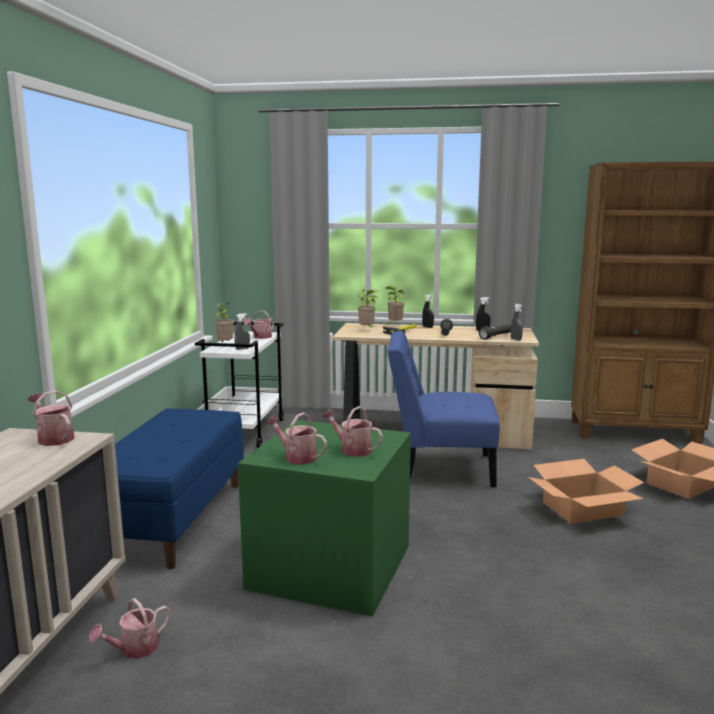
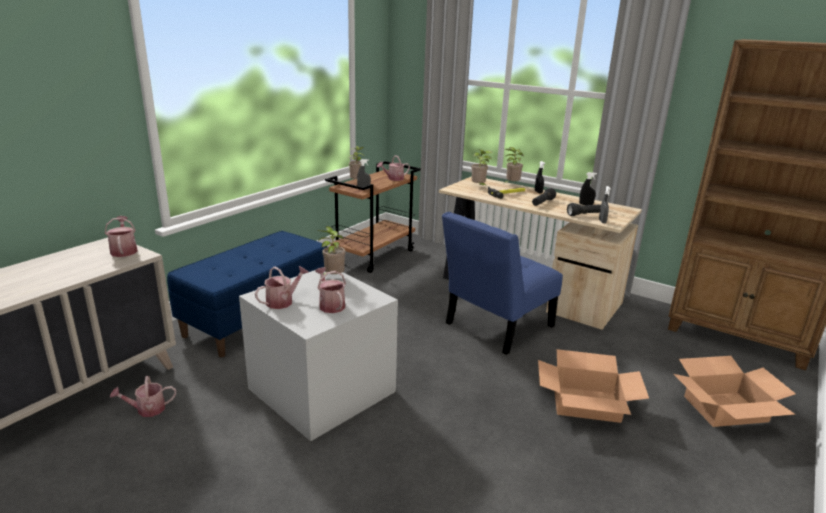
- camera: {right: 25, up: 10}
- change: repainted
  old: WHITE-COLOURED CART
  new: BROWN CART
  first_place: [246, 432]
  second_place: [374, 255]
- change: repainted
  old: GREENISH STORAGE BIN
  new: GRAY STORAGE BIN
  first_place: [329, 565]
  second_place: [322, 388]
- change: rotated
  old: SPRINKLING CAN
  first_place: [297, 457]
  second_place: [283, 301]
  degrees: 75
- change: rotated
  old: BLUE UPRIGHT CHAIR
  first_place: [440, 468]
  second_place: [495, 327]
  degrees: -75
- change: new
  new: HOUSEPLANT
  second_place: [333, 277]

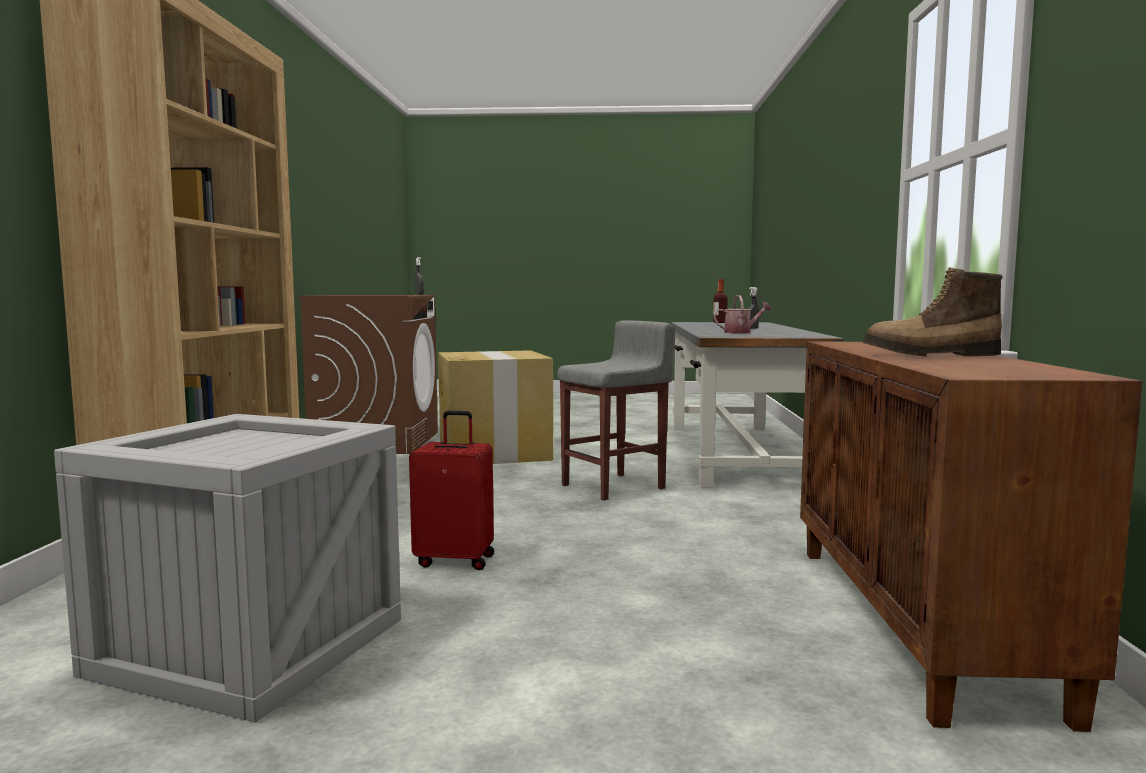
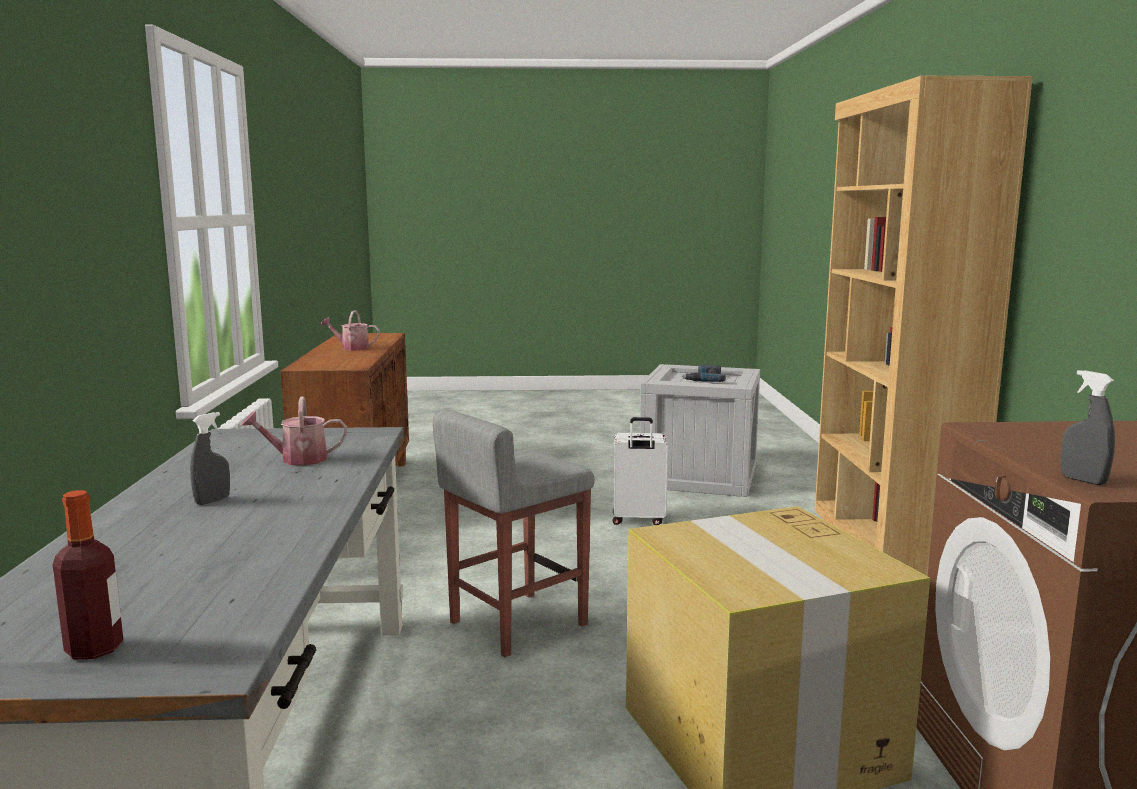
- camera: {right: 175, up: 5}
- change: repainted
  old: RED-COLOURED PIECE OF LUGGAGE
  new: WHITE-COLOURED PIECE OF LUGGAGE
  first_place: [455, 560]
  second_place: [638, 520]
- change: swapped
  old: HIGH-TOP BOOT
  new: SPRINKLING CAN
  first_place: [930, 355]
  second_place: [351, 348]
- change: new
  new: POWER DRILL
  second_place: [704, 379]

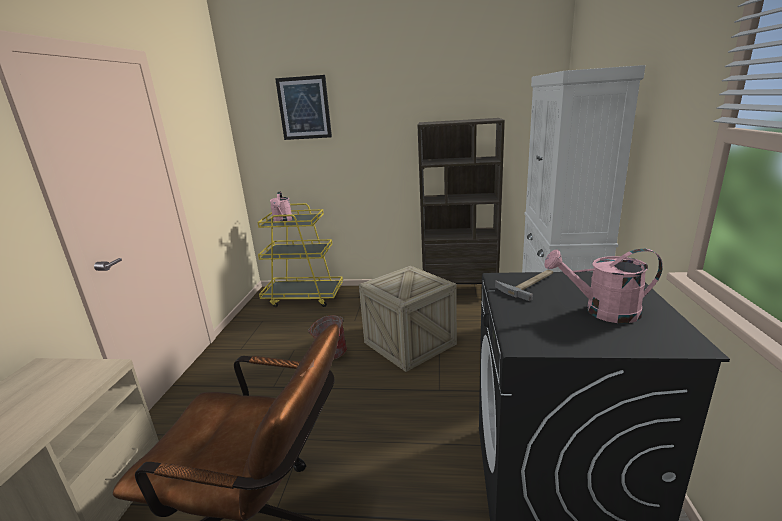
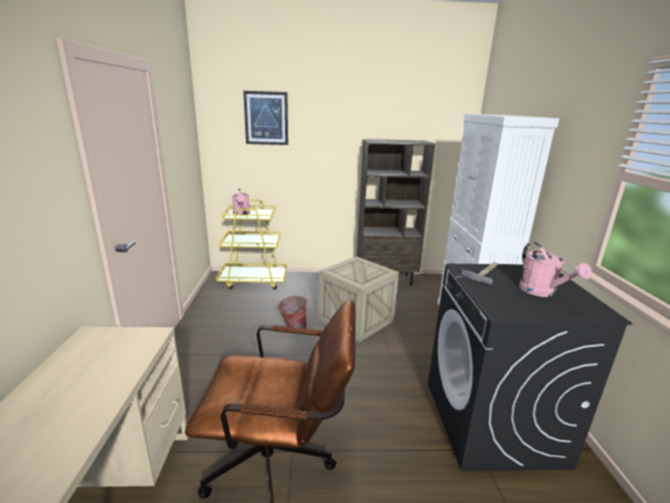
- camera: {right: -10, up: 0}
- change: rotated
  old: PINK SPRINKLING CAN
  first_place: [602, 311]
  second_place: [542, 292]
  degrees: -105

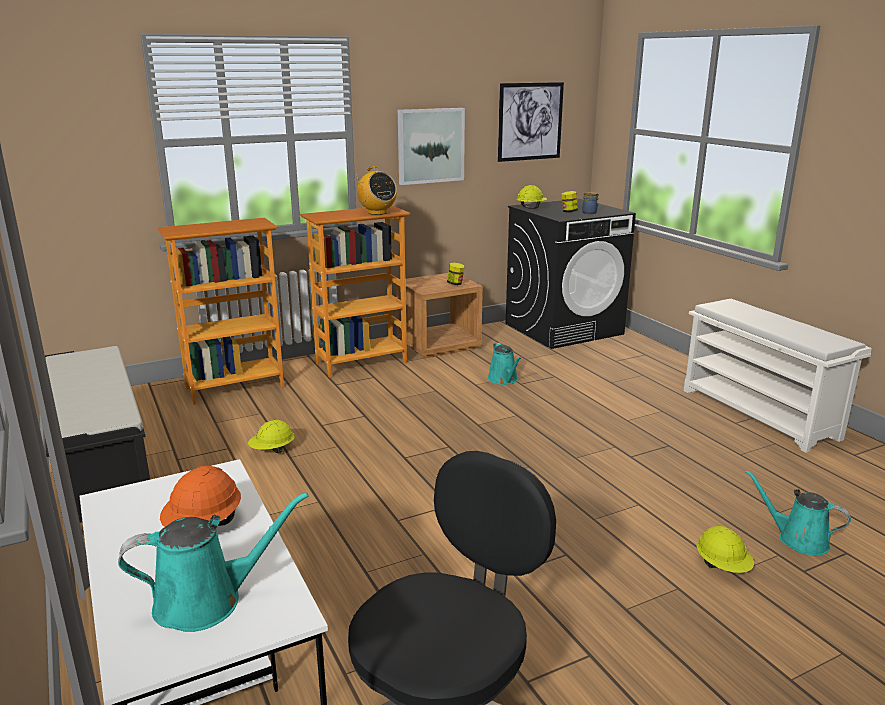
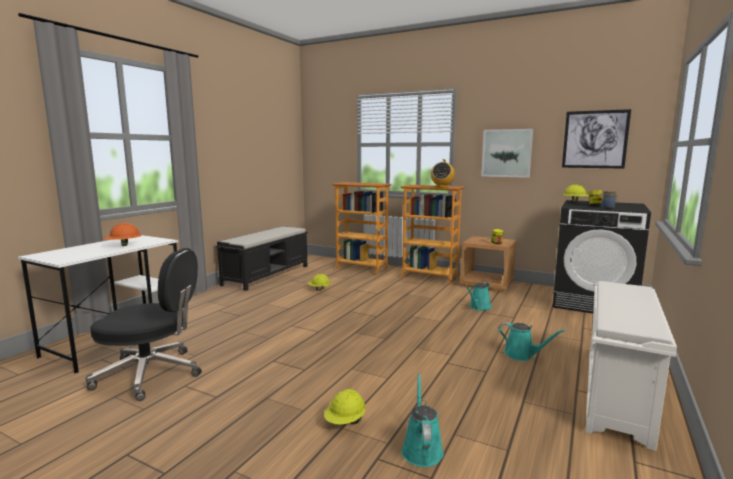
- camera: {right: 55, up: -10}
- change: shifted
  old: TURQUOISE-COLOURED SPRINKLING CAN
  first_place: [207, 601]
  second_place: [522, 355]

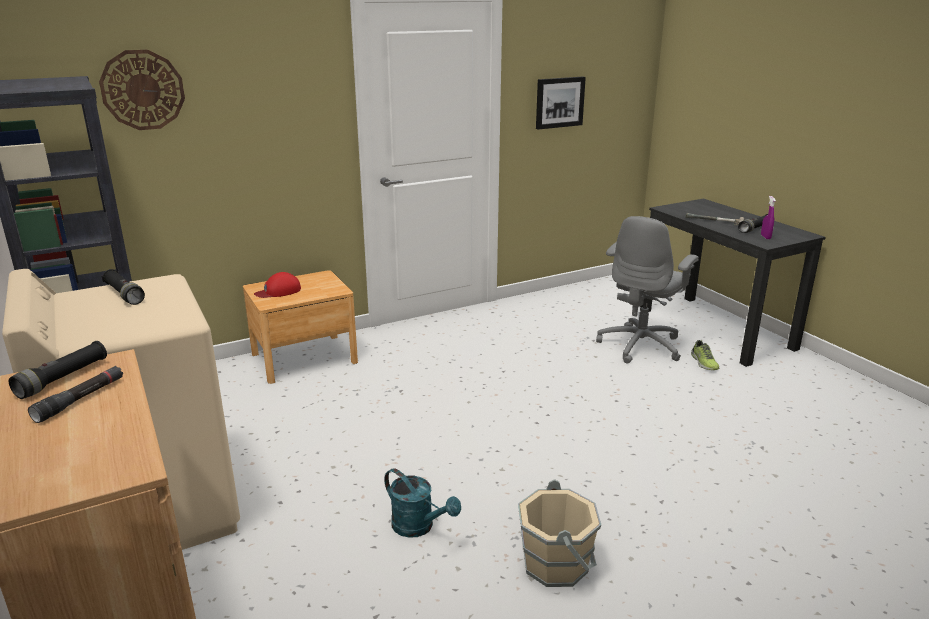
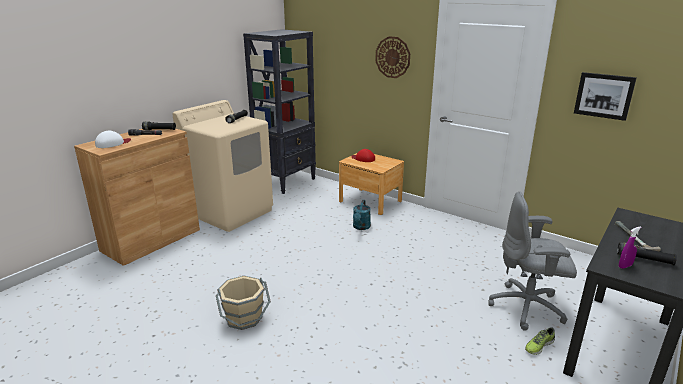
- camera: {right: 65, up: 0}
- change: shifted
  old: HANGING CLOCK
  first_place: [143, 90]
  second_place: [392, 57]
- change: shifted
  old: TURQUOISE-COLOURED SPRINKLING CAN
  first_place: [419, 527]
  second_place: [361, 227]
- change: new
  new: WHITE-COLOURED PEAKED CAP
  second_place: [112, 143]

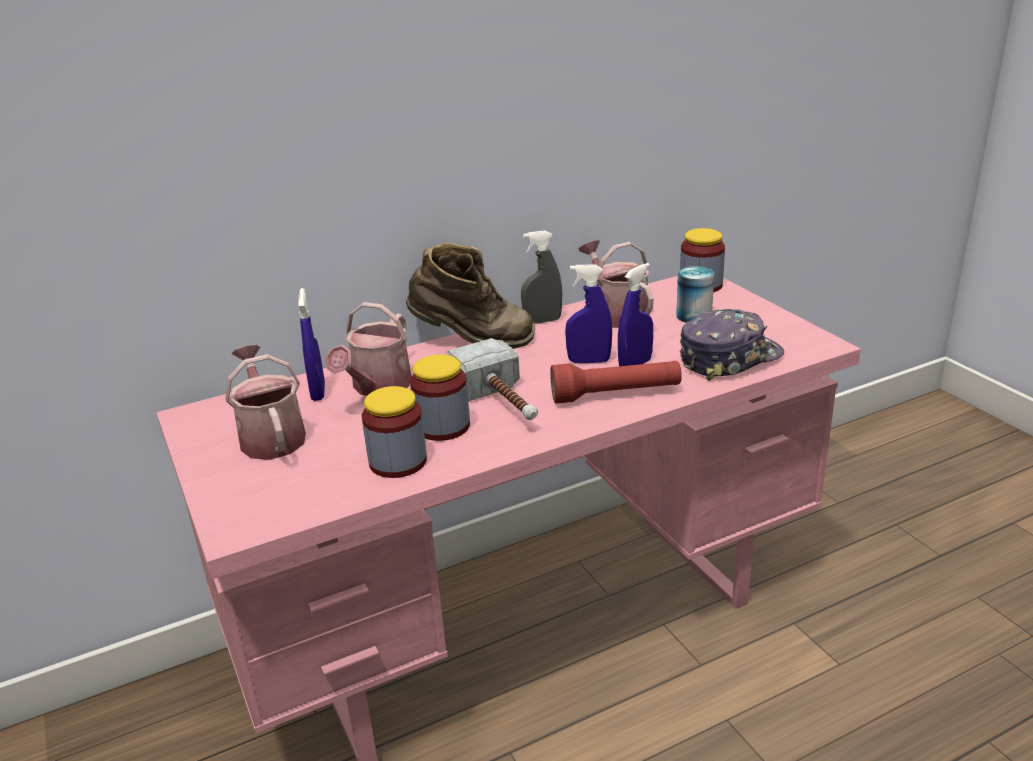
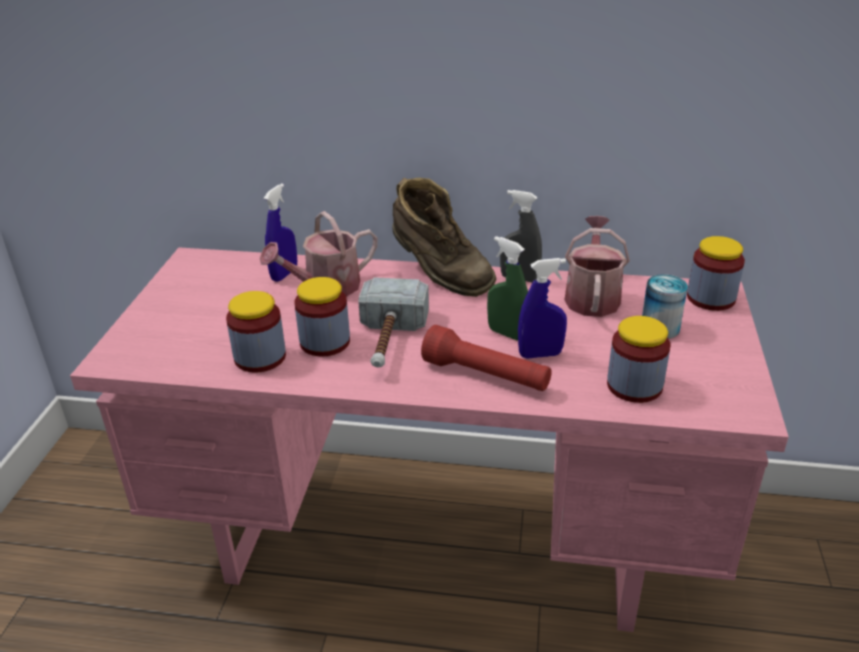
- camera: {right: 35, up: 5}
- change: gone
  old: SPRINKLING CAN
  first_place: [271, 436]
- change: repainted
  old: BLUE HAND SPRAYER
  new: GREENISH HAND SPRAYER
  first_place: [589, 361]
  second_place: [506, 333]
- change: swapped
  old: PEAKED CAP
  new: PRESERVE JAR
  first_place: [729, 358]
  second_place: [634, 386]

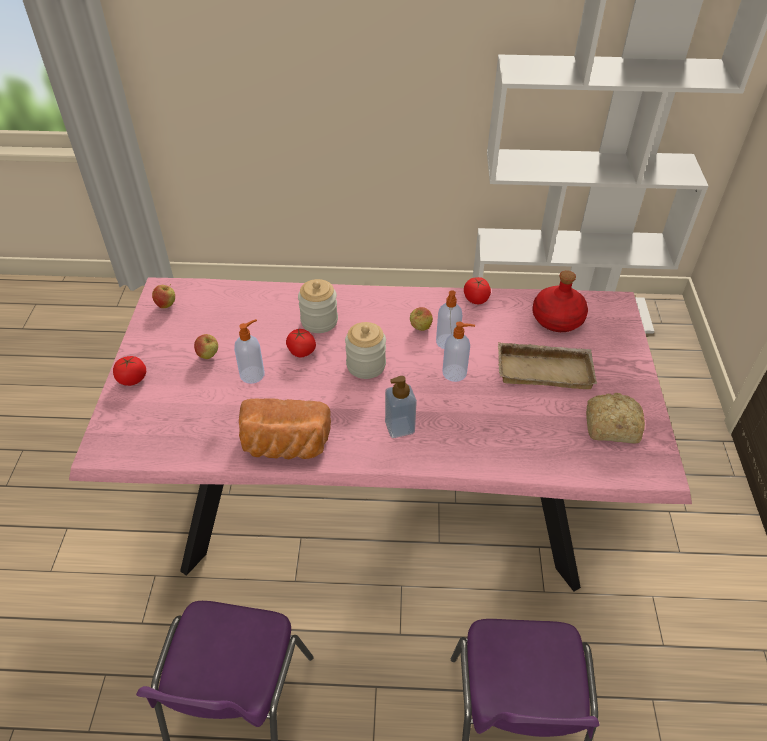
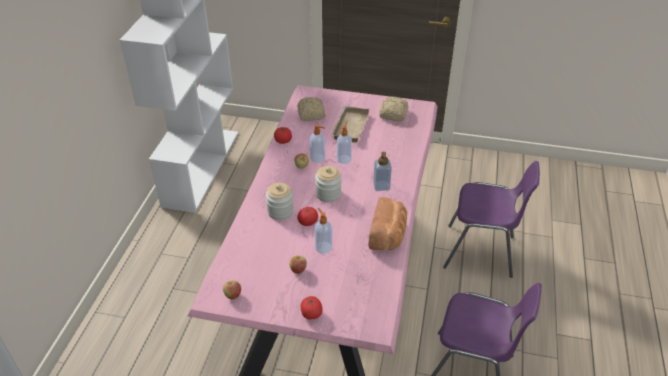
- camera: {right: -80, up: -5}
- change: swapped
  old: RED-COLOURED BEVERAGE BOTTLE
  new: BREAD
  first_place: [556, 319]
  second_place: [311, 115]

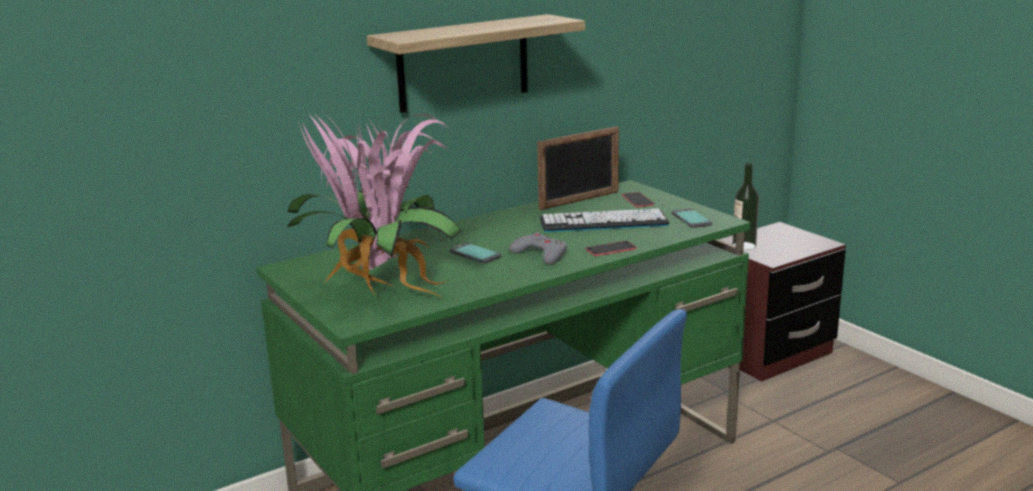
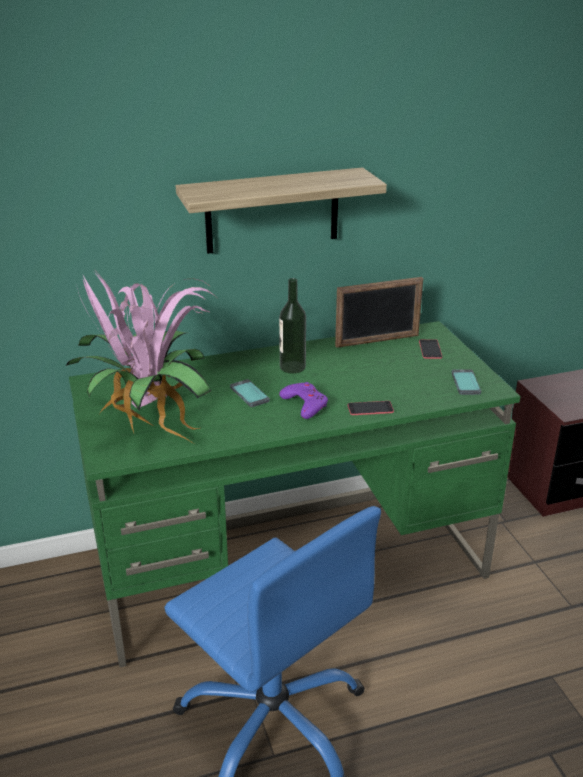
- camera: {right: 15, up: 10}
- change: repainted
  old: GRAY GAMEPAD
  new: PURPLISH GAMEPAD
  first_place: [540, 254]
  second_place: [305, 404]
- change: gone
  old: PC KEYBOARD
  first_place: [603, 222]
- change: shifted
  old: BEVERAGE BOTTLE
  first_place: [744, 246]
  second_place: [292, 367]

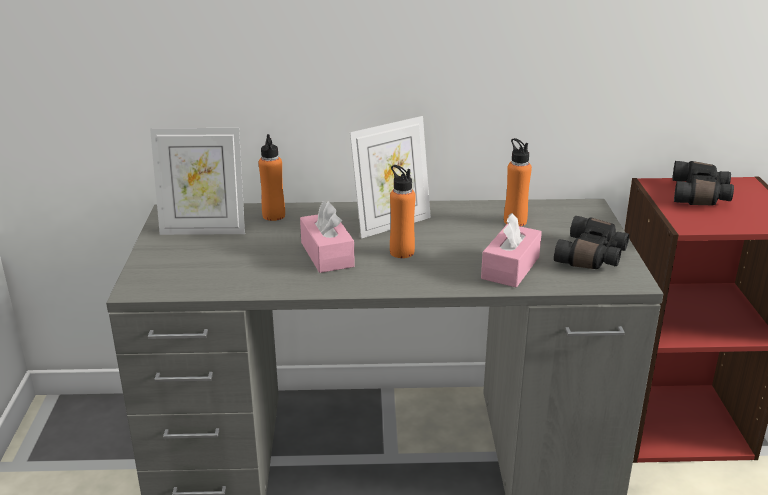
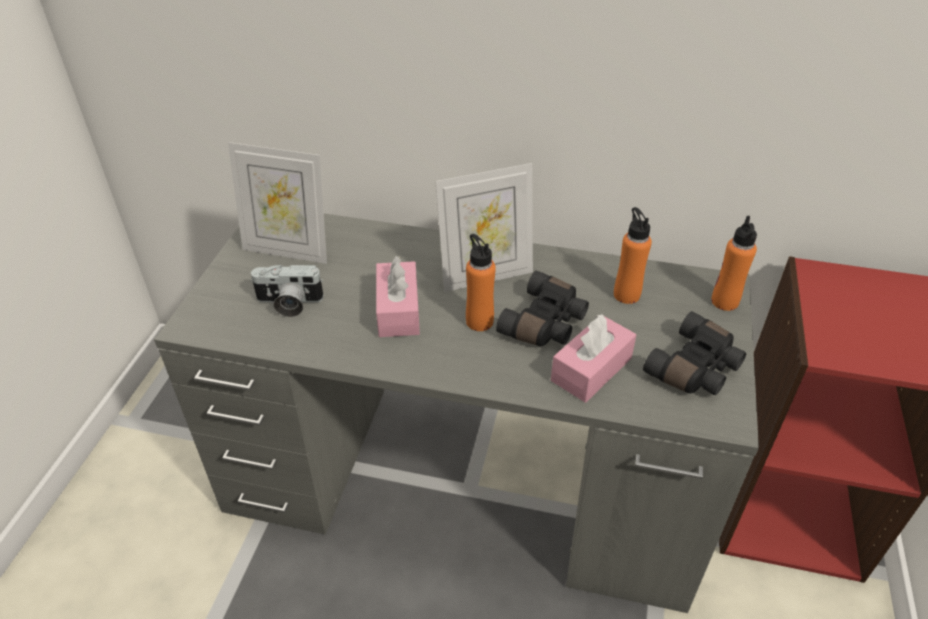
- camera: {right: 15, up: 15}
- change: shifted
  old: ORANGE BEVERAGE BOTTLE
  first_place: [273, 216]
  second_place: [724, 301]
- change: shifted
  old: BLACKISH FIELD GLASSES
  first_place: [701, 195]
  second_place: [546, 323]
- change: new
  new: STILL CAMERA
  second_place: [288, 304]

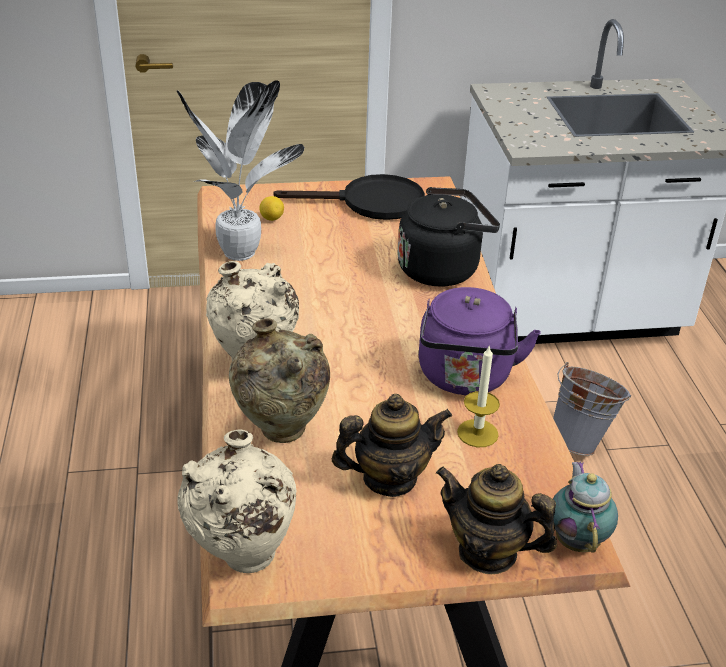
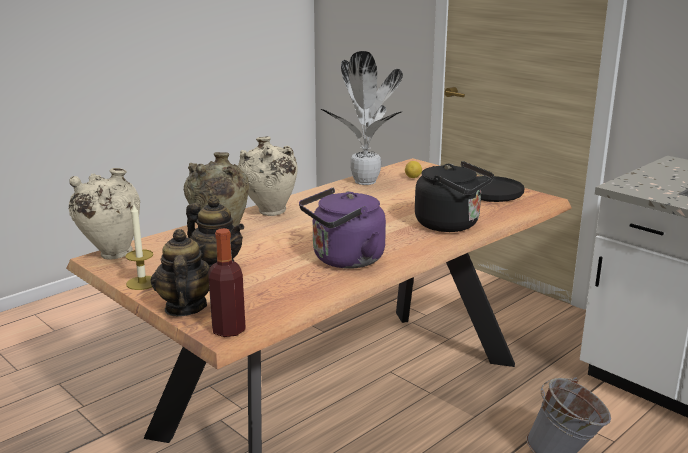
- camera: {right: 55, up: -15}
- change: shifted
  old: WAX CANDLE
  first_place: [477, 433]
  second_place: [142, 283]
- change: swapped
  old: TEAPOT
  new: BEVERAGE BOTTLE
  first_place: [577, 539]
  second_place: [228, 330]

